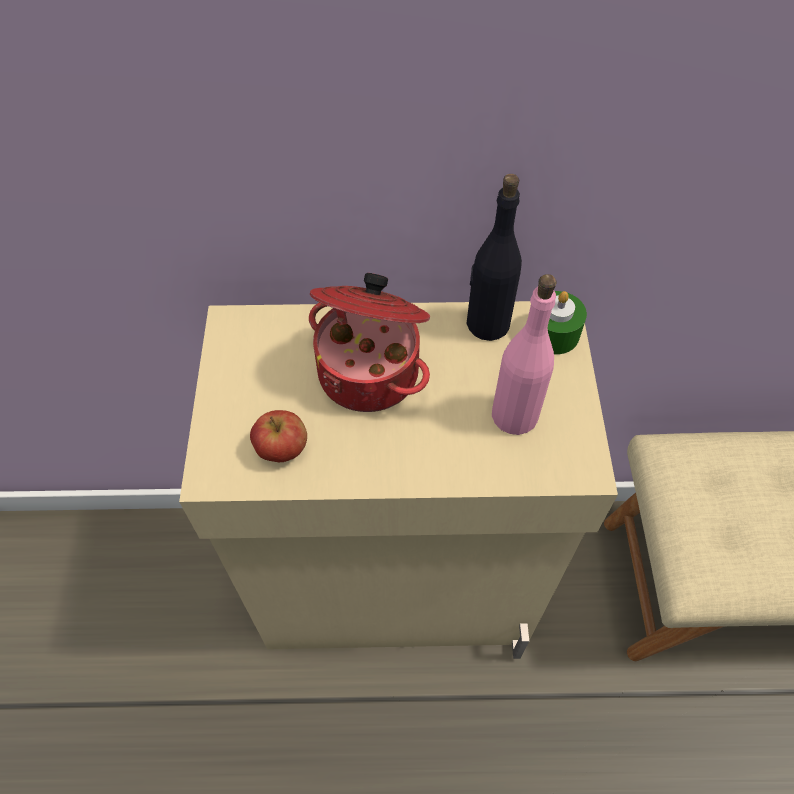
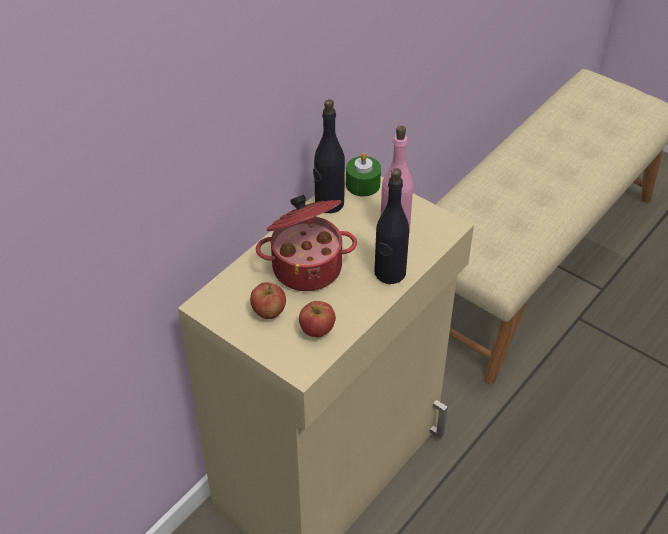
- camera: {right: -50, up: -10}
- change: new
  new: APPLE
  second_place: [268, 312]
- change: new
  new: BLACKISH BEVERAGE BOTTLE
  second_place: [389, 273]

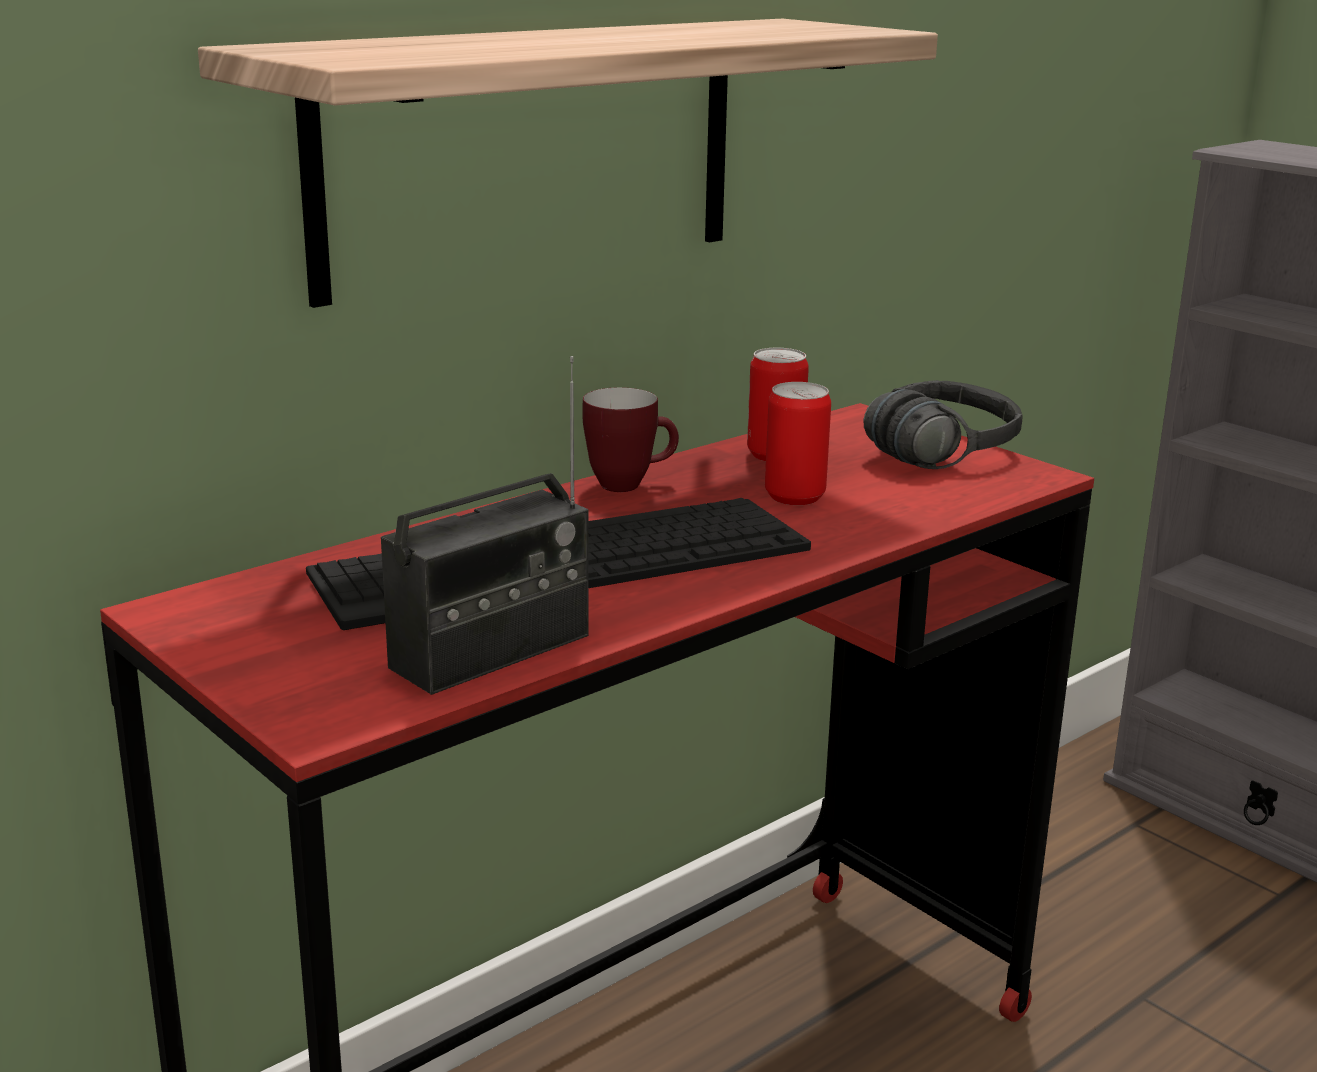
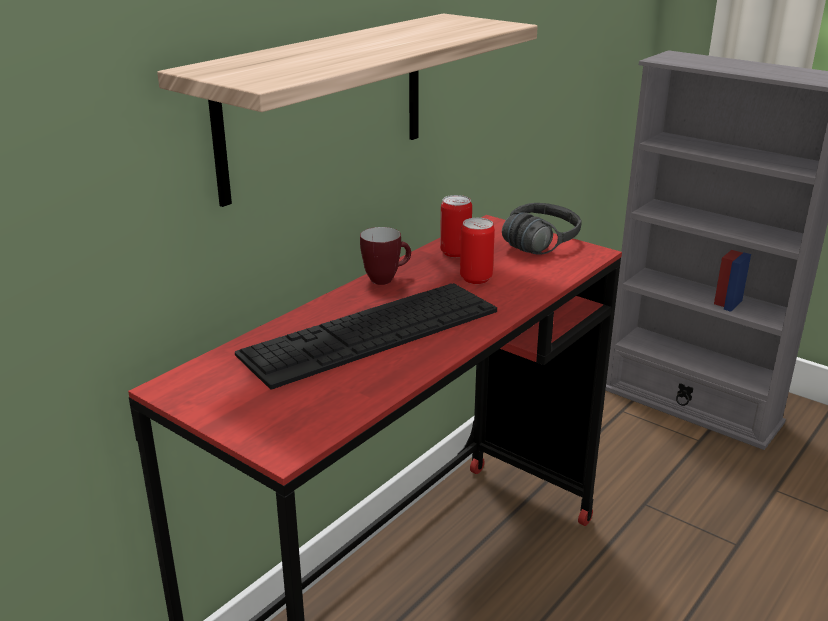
- camera: {right: -10, up: 5}
- change: gone
  old: RADIO
  first_place: [491, 652]

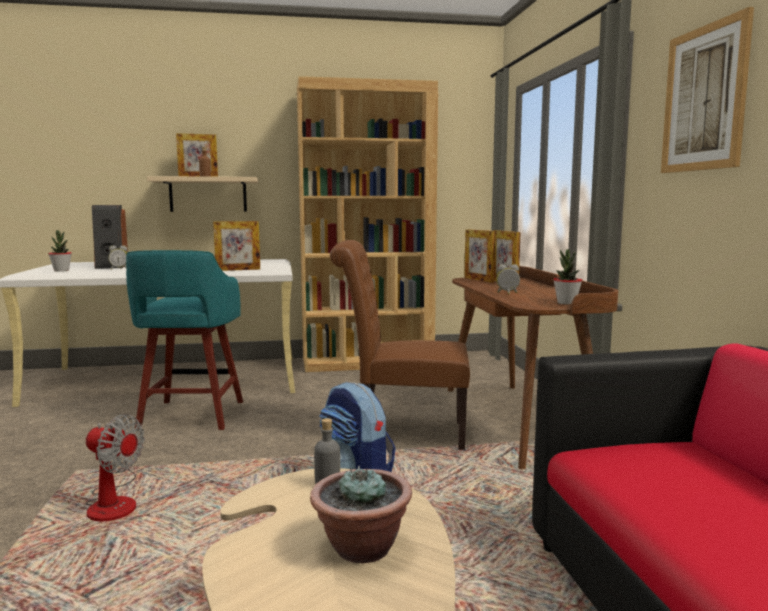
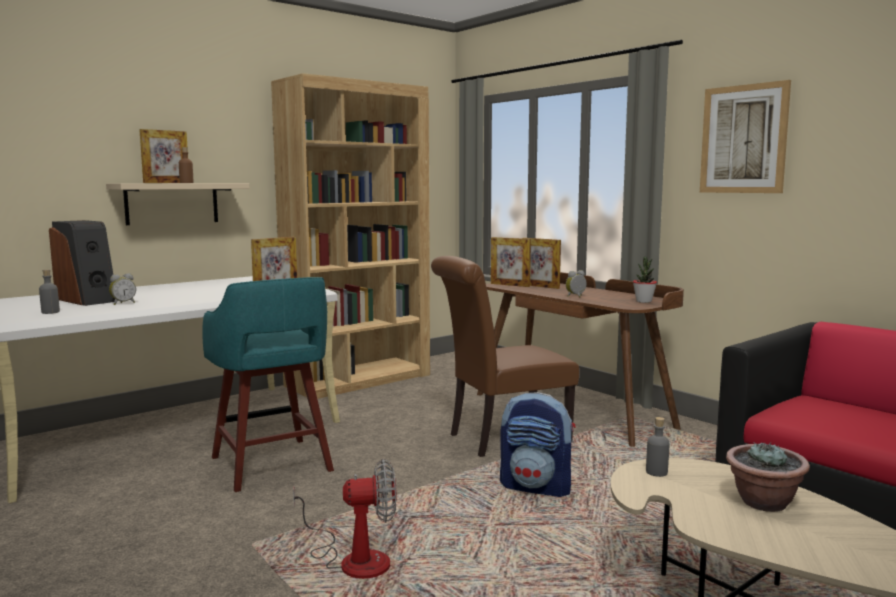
- camera: {right: -30, up: 0}
- change: swapped
  old: HOUSEPLANT
  new: GRAY BEVERAGE BOTTLE
  first_place: [61, 270]
  second_place: [50, 312]

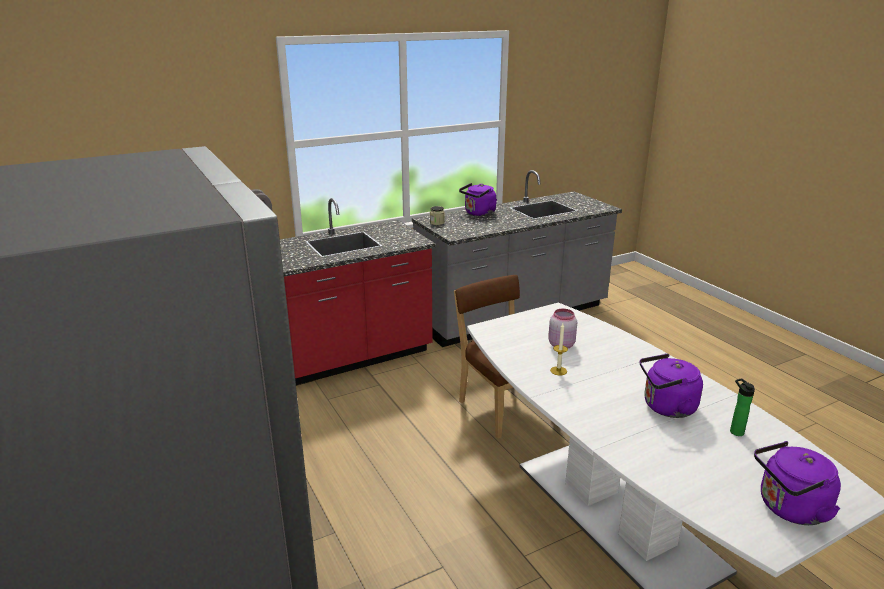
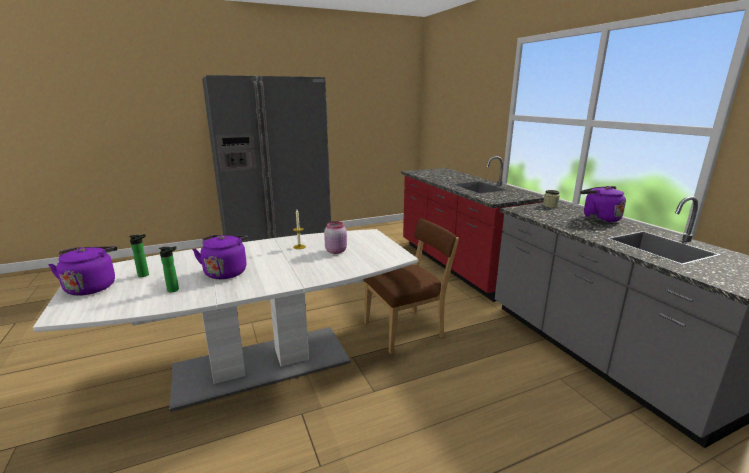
- camera: {right: 95, up: -5}
- change: new
  new: BEVERAGE BOTTLE
  second_place: [145, 274]

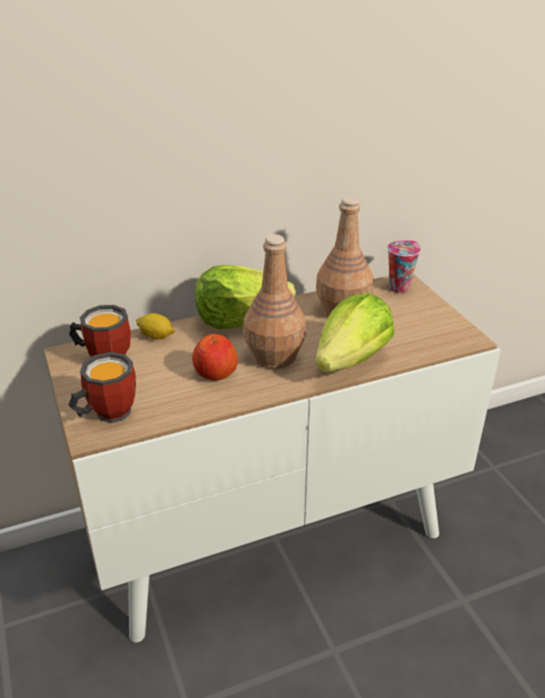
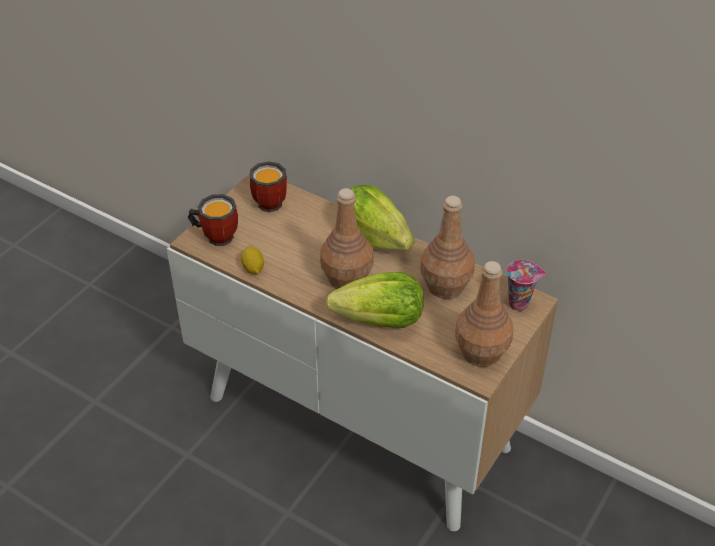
- camera: {right: 55, up: 10}
- change: shifted
  old: LEMON
  first_place: [156, 336]
  second_place: [253, 268]
- change: gone
  old: APPLE
  first_place: [215, 373]
- change: new
  new: BROWN BEVERAGE BOTTLE
  second_place: [480, 352]

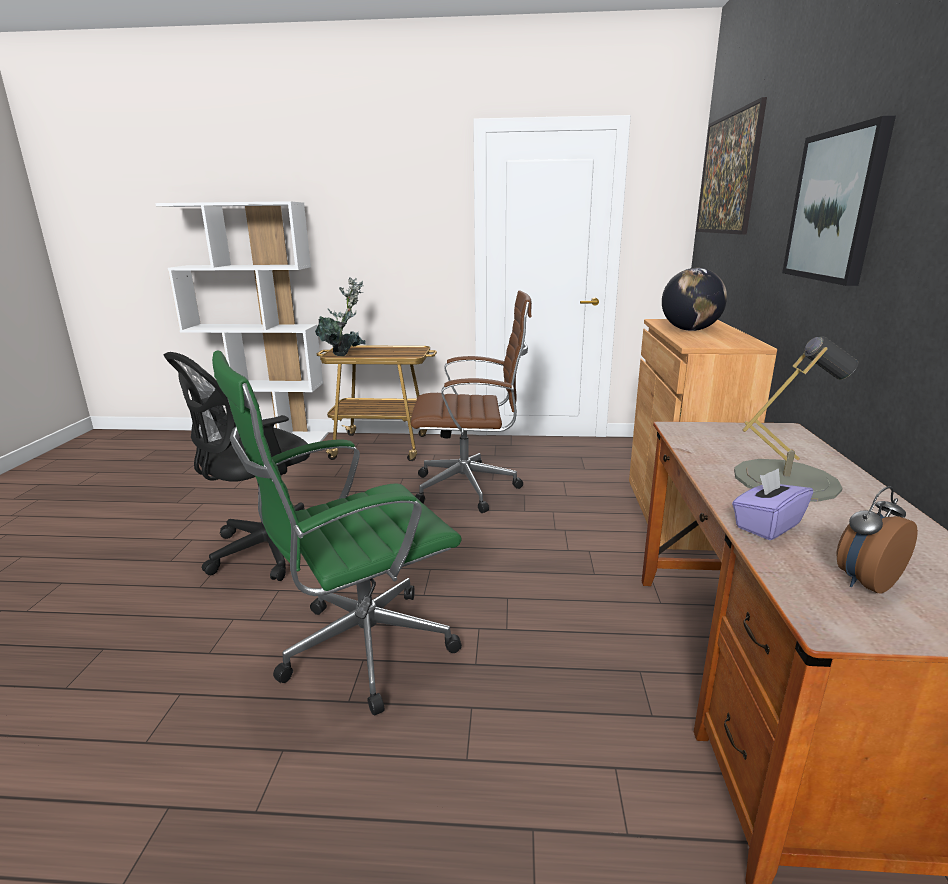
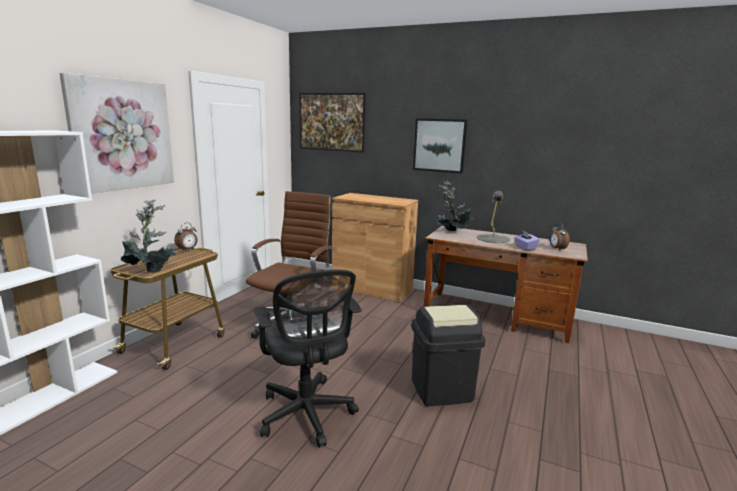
- camera: {right: -70, up: -5}
- change: swapped
  old: GREENISH OFFICE CHAIR
  new: BLACKISH WASTE BIN
  first_place: [359, 650]
  second_place: [441, 390]
- change: gone
  old: WORLD GLOBE
  first_place: [690, 330]
- change: new
  new: WALL PICTURE
  second_place: [122, 135]
- change: new
  new: ALARM CLOCK
  second_place: [187, 249]
- change: new
  new: HOUSEPLANT
  second_place: [451, 232]

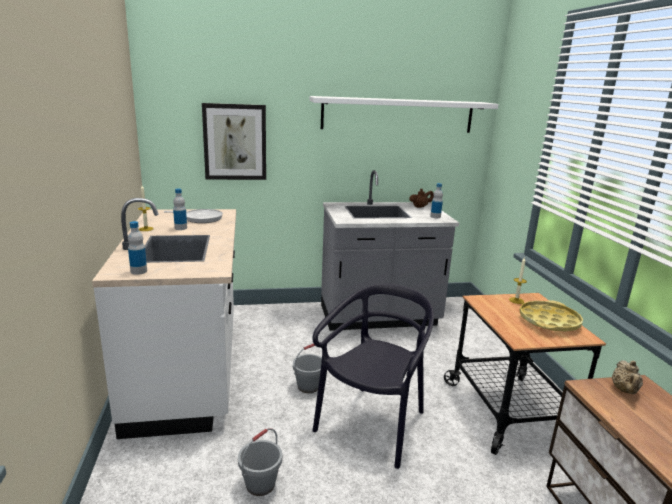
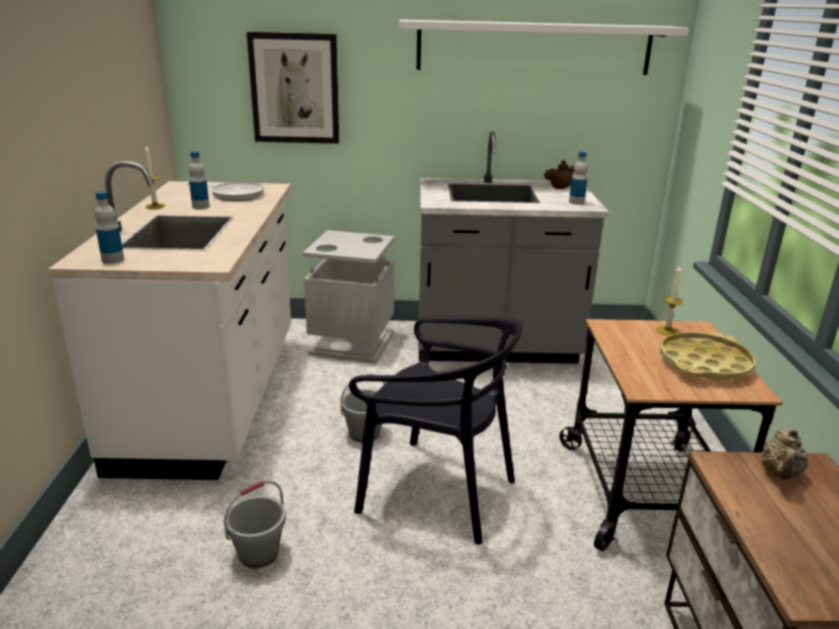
- camera: {right: 10, up: 5}
- change: rotated
  old: BLACKISH UPRIGHT CHAIR
  first_place: [373, 424]
  second_place: [436, 492]
  degrees: 75
- change: new
  new: GRAY WASTE BIN
  second_place: [353, 343]

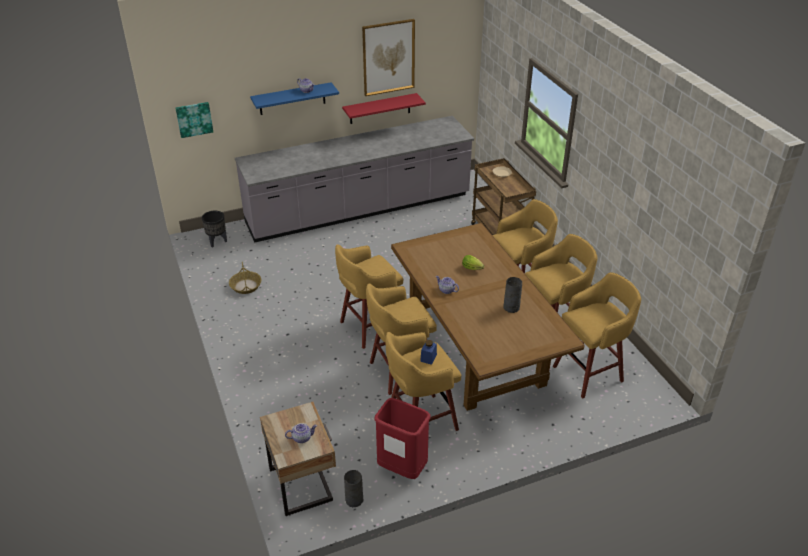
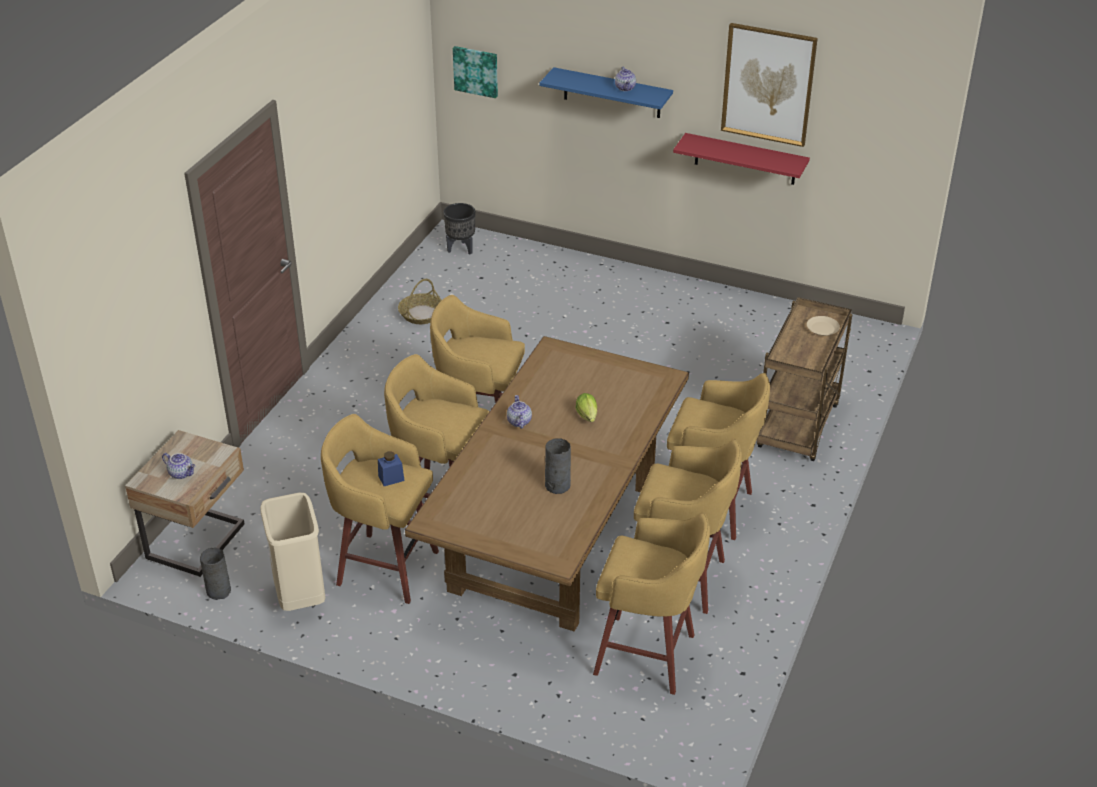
- camera: {right: 45, up: 0}
- change: gone
  old: GRAY KITCHEN COUNTER
  first_place: [359, 210]
- change: repainted
  old: RED-COLOURED WASTE BIN
  new: BEIGE-COLOURED WASTE BIN
  first_place: [402, 469]
  second_place: [300, 597]

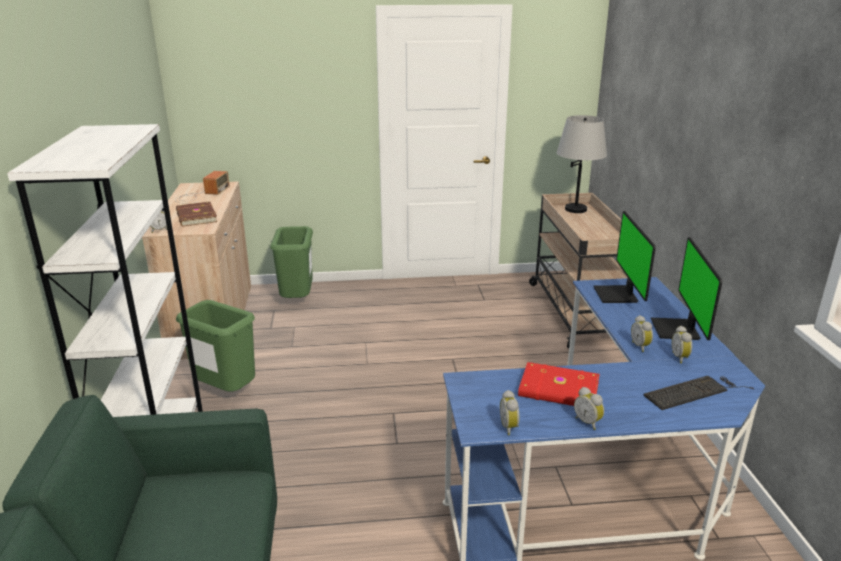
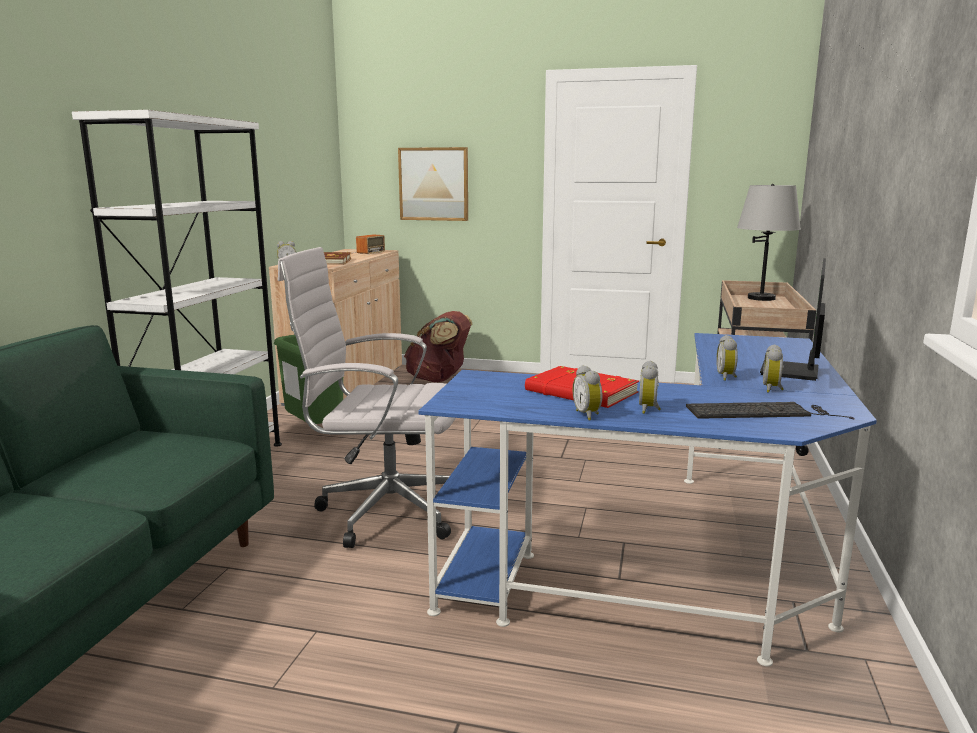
- camera: {right: 20, up: -10}
- change: swapped
  old: GREENISH WASTE BIN
  new: BROWN BACKPACK
  first_place: [298, 301]
  second_place: [439, 379]
- change: shifted
  old: ALARM CLOCK
  first_place: [510, 427]
  second_place: [649, 409]
- change: gone
  old: COMPUTER DISPLAY
  first_place: [617, 295]
- change: new
  new: WHITE-COLOURED OFFICE CHAIR
  second_place: [383, 512]
- change: new
  new: WALL PICTURE
  second_place: [434, 184]

